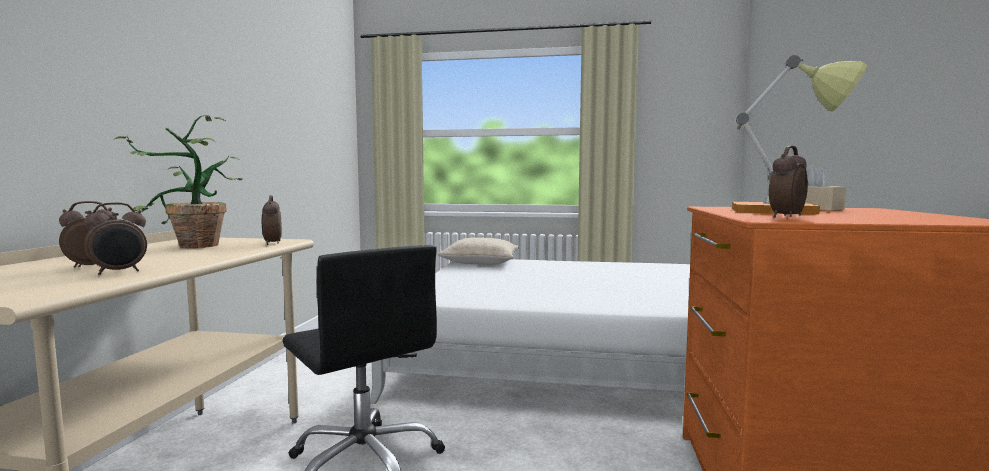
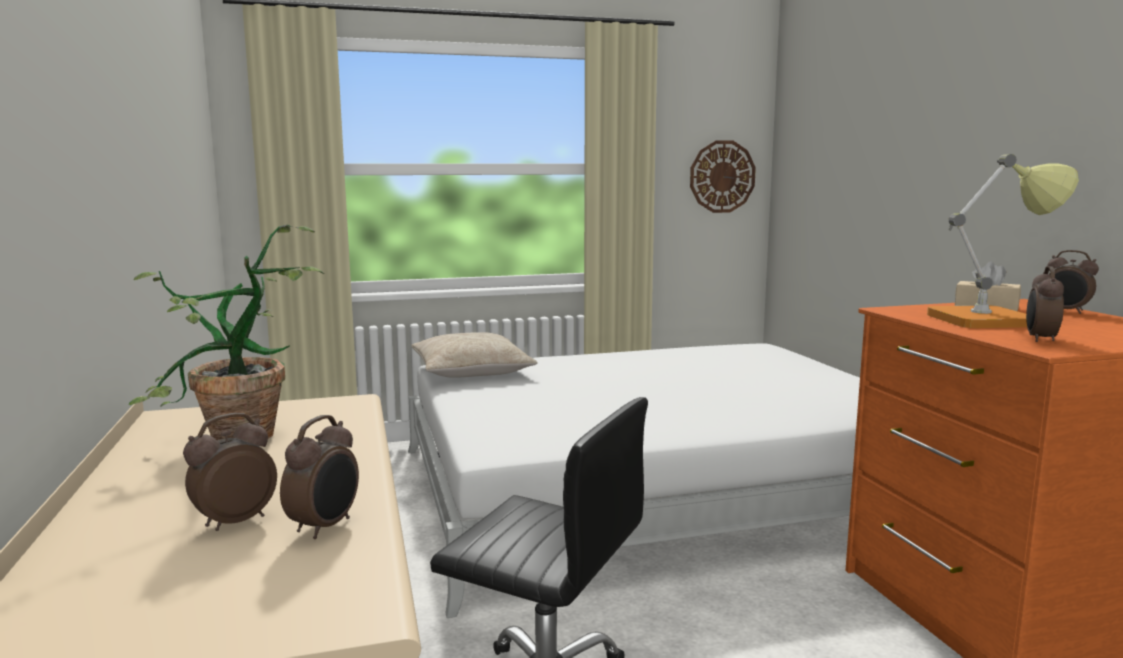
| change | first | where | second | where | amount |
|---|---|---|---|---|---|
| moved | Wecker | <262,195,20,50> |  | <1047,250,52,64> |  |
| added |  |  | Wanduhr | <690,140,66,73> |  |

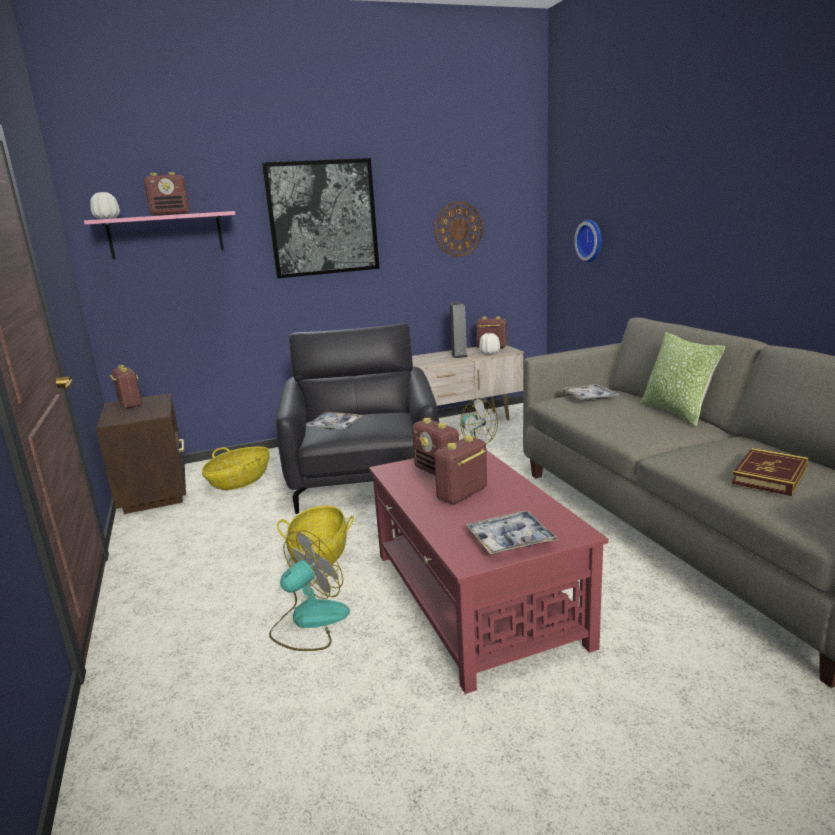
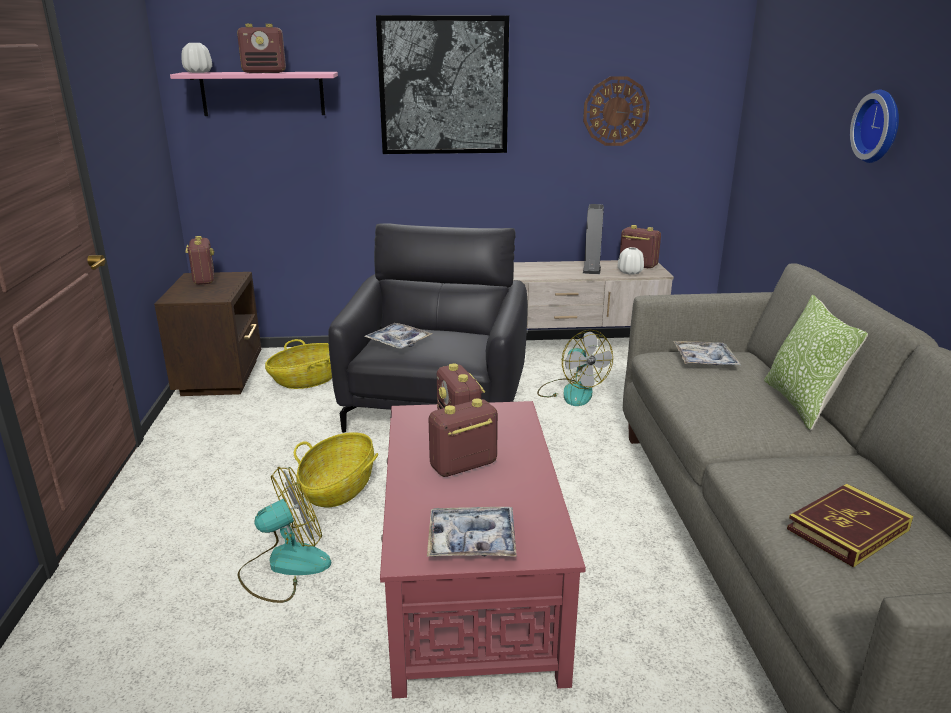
| change | first | where | second | where | amount |
|---|---|---|---|---|---|
| moved | Wanduhr | <574,219,28,43> |  | <850,90,49,73> |  |

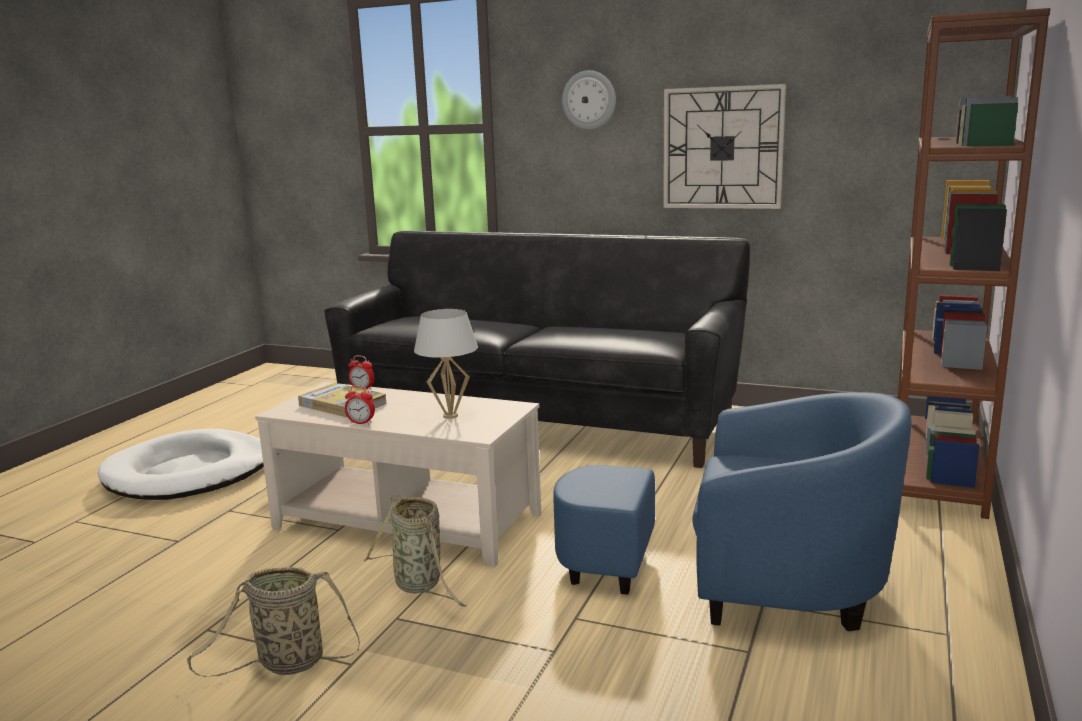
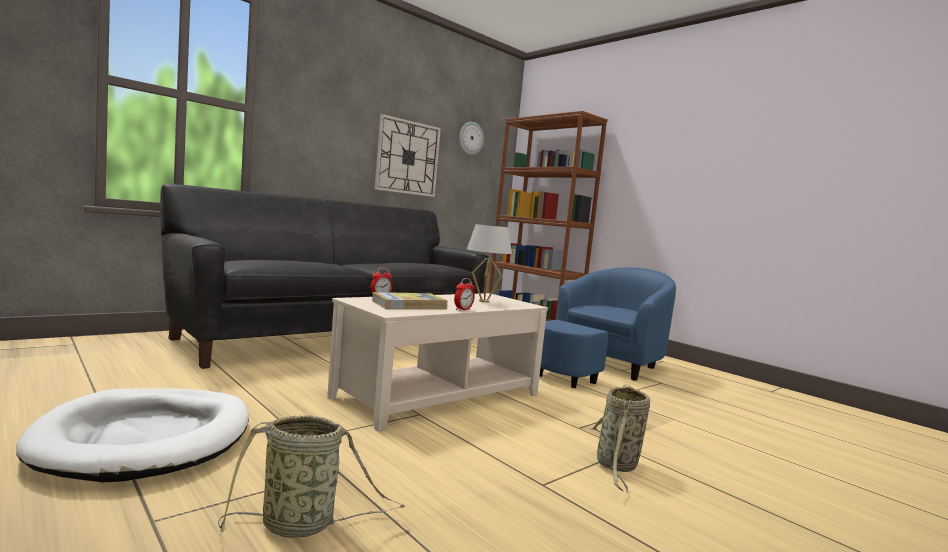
| change | first | where | second | where | amount |
|---|---|---|---|---|---|
| moved | Korb | <363,495,104,112> |  | <218,415,188,123> |  |
| moved | Wanduhr | <562,70,54,60> |  | <459,122,25,33> |  |

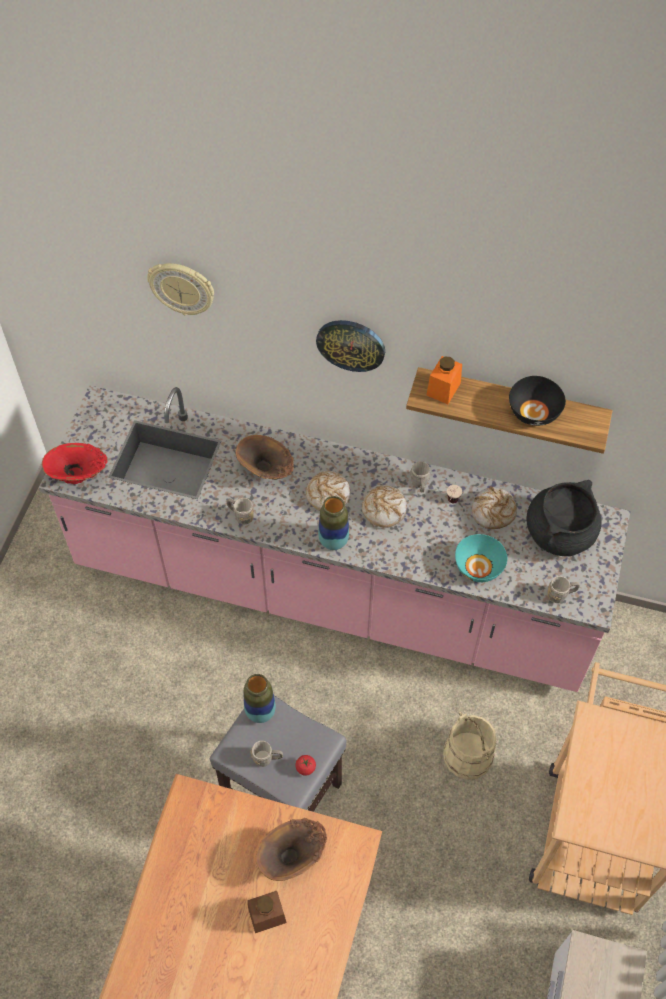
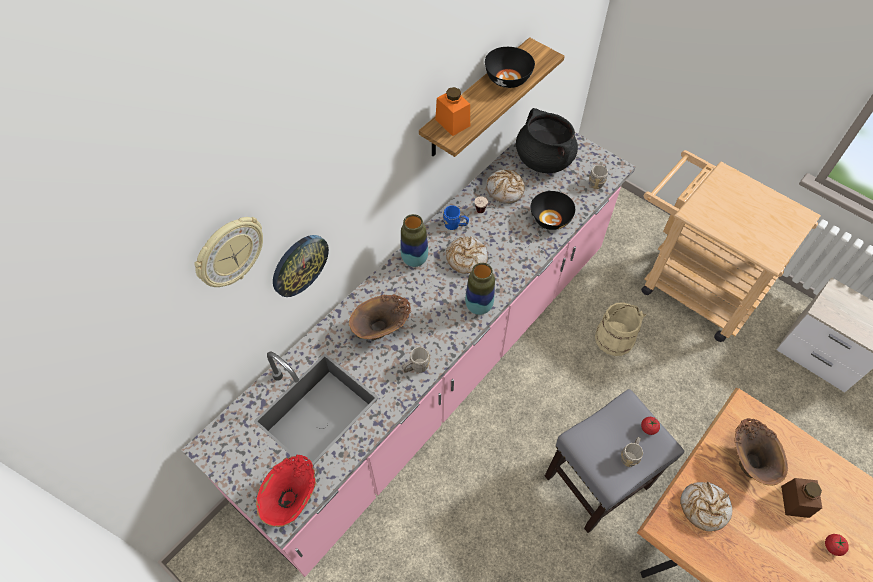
| change | first | where | second | where | amount |
|---|---|---|---|---|---|
| moved | Vase | <244,674,32,49> |  | <401,214,27,53> |  |
| moved | Brot | <306,471,44,40> |  | <680,481,52,51> |  |
| moved | Wanduhr | <316,320,69,52> |  | <273,235,56,62> |  |
| recoloured | Henkelbecher/grau | <410,461,20,31> | Henkelbecher/blau | <443,205,26,25> |  |
| recoloured | Schüssel/türkis | <455,534,52,48> | Schüssel/schwarz | <531,191,44,39> |  |
| added |  |  | Tomate | <825,534,24,22> |  |

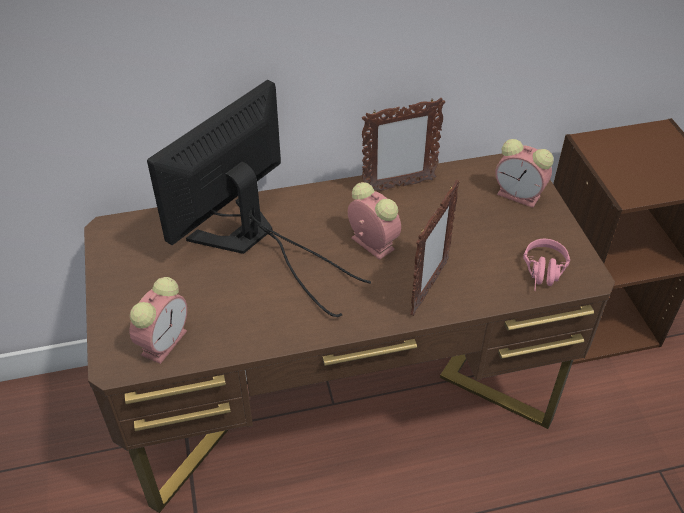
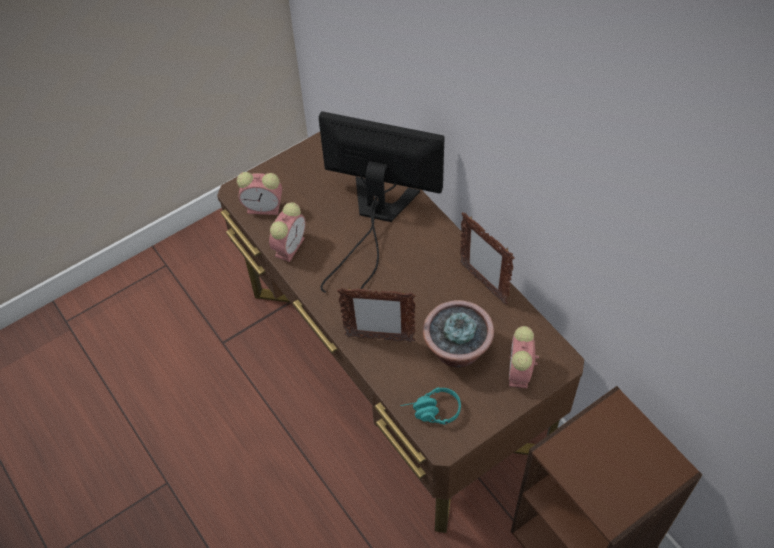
| change | first | where | second | where | amount |
|---|---|---|---|---|---|
| moved | Wecker | <348,182,53,78> |  | <269,202,36,60> |  |
| recoloured | Kopfhörer/rosa | <523,239,47,52> | Kopfhörer/türkis | <400,387,61,38> |  |
| added |  |  | Topfpflanze | <423,300,71,68> |  |

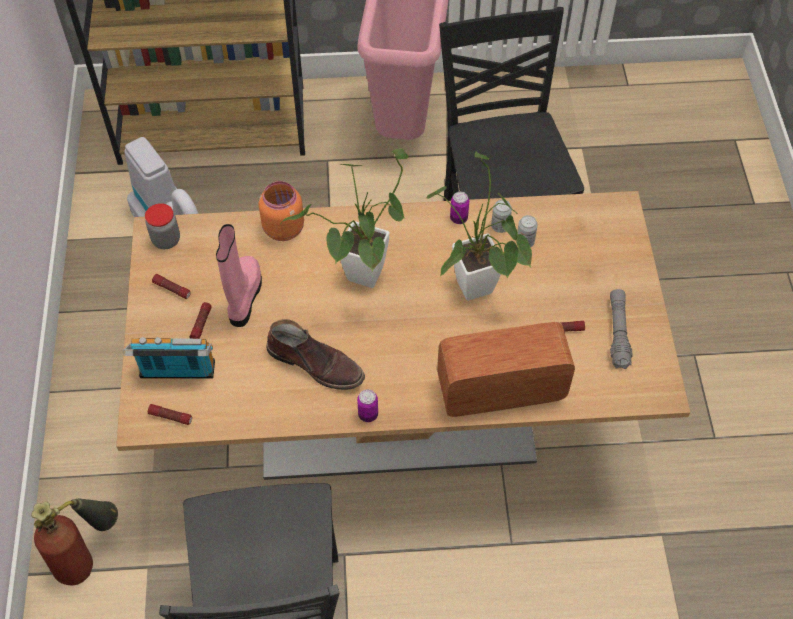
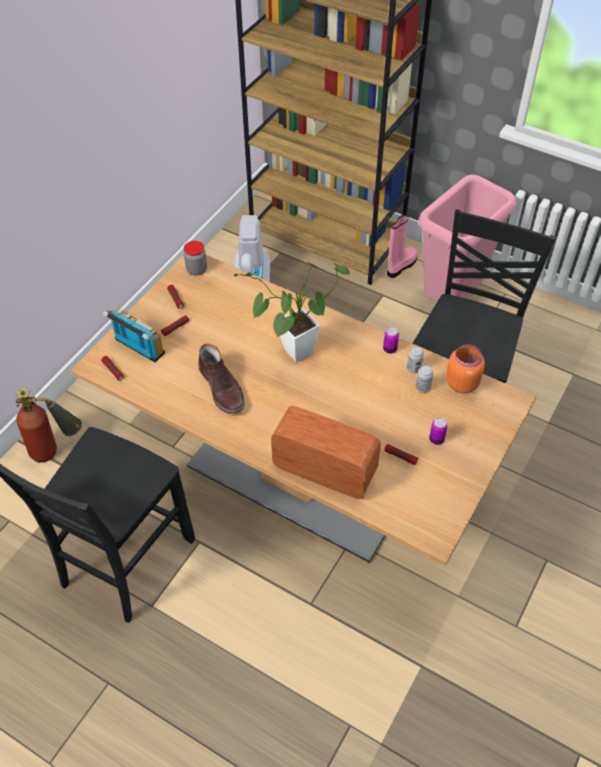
| change | first | where | second | where | amount |
|---|---|---|---|---|---|
| moved | Stiefel/rosa | <216,224,46,103> |  | <387,214,31,64> |  |
| moved | Vorratsglas/orange | <258,181,46,60> |  | <446,345,39,49> |  |
| moved | Dose | <357,389,21,33> |  | <429,417,19,28> |  |
| removed | Topfpflanze | <427,152,105,149> |  |  |  |
| removed | Taschenlampe/grau | <610,289,23,80> |  |  |  |

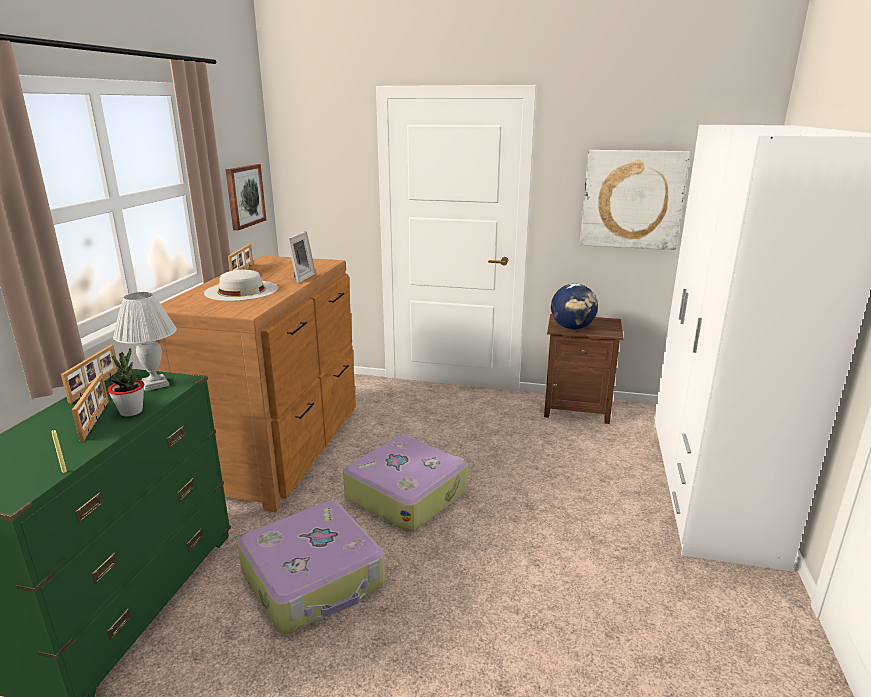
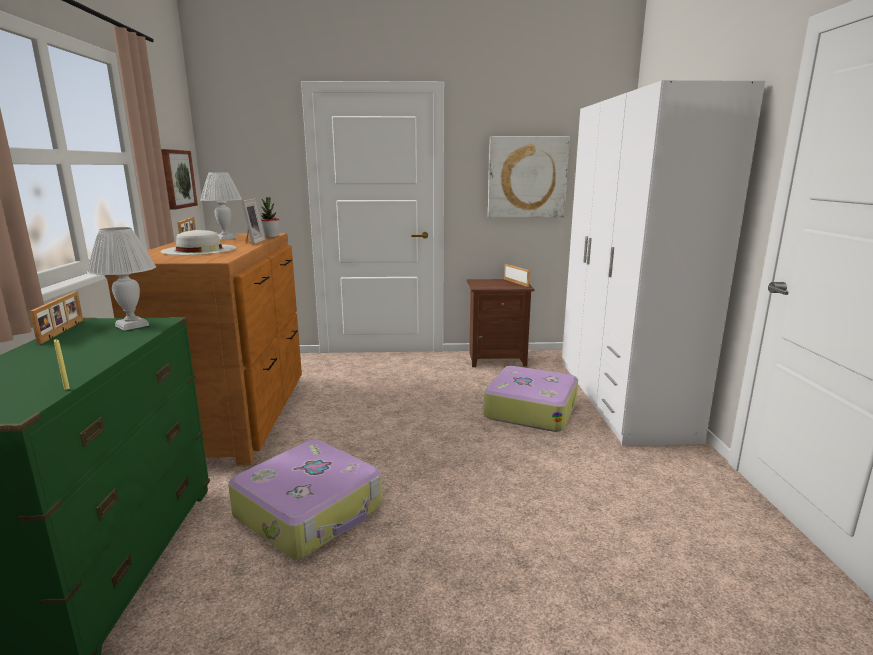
| change | first | where | second | where | amount |
|---|---|---|---|---|---|
| moved | Bilderrahmen | <72,373,37,68> |  | <504,264,26,23> |  |
| moved | Topfpflanze | <108,348,36,68> |  | <261,197,18,40> |  |
| moved | Koffer | <343,435,124,97> |  | <483,366,95,66> |  |
| removed | Globus | <551,284,47,46> |  |  |  |
| added |  |  | Tischlampe/weiß | <200,172,42,68> |  |

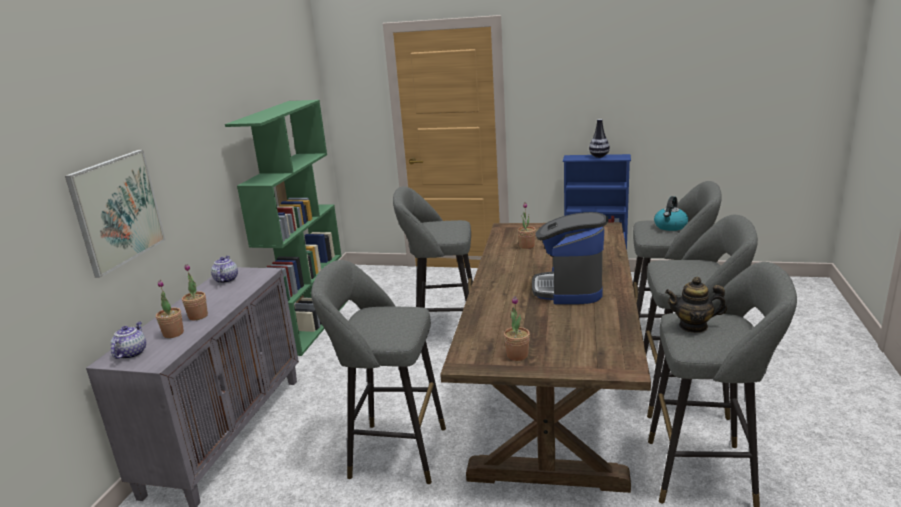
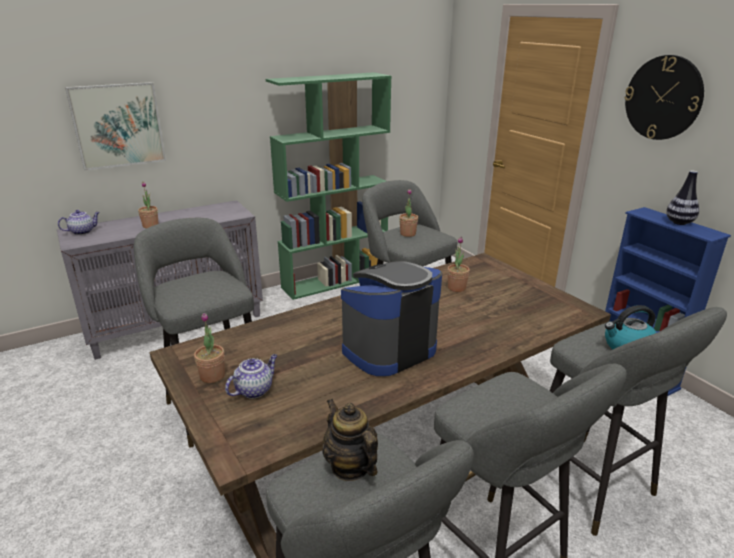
| change | first | where | second | where | amount |
|---|---|---|---|---|---|
| moved | Topfpflanze | <156,280,28,58> |  | <399,189,19,48> |  |
| moved | Teekanne | <211,256,27,27> |  | <225,354,52,45> |  |
| added |  |  | Wanduhr | <625,55,79,85> |  |

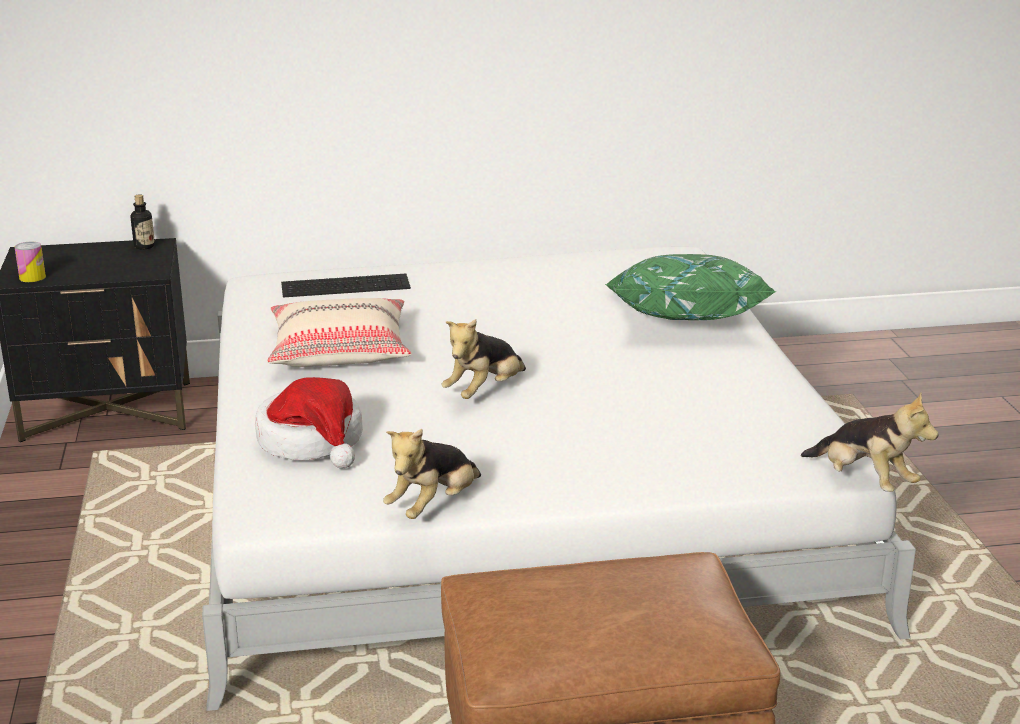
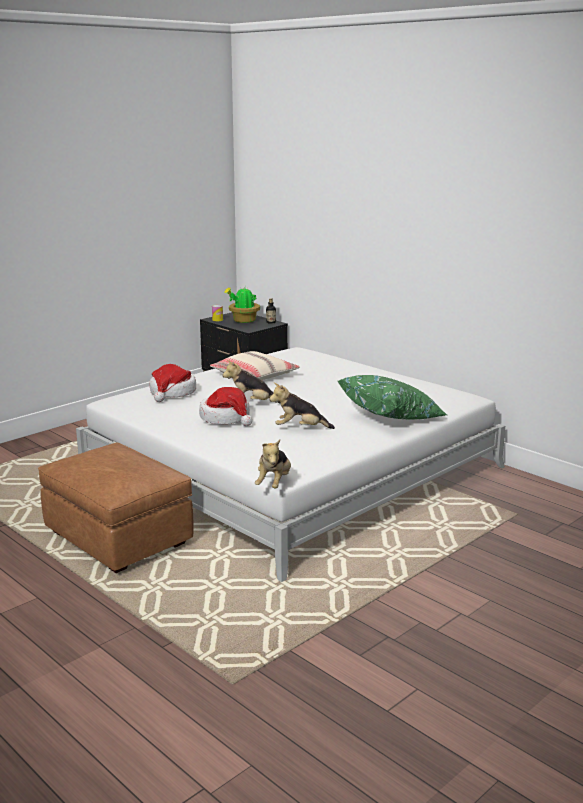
| change | first | where | second | where | amount |
|---|---|---|---|---|---|
| removed | Tastatur | <281,274,130,24> |  |  |  |
| moved | Plüschtier | <383,429,98,90> |  | <269,383,66,46> |  |
| added |  |  | Hut | <199,387,53,39> |  |
| added |  |  | Topfpflanze | <224,288,36,35> |  |

